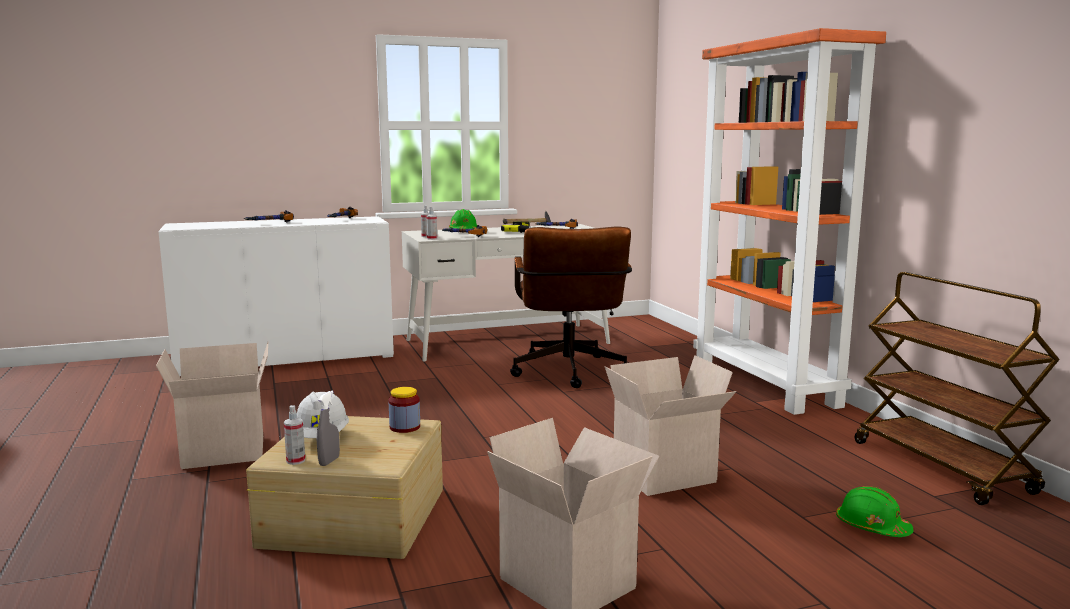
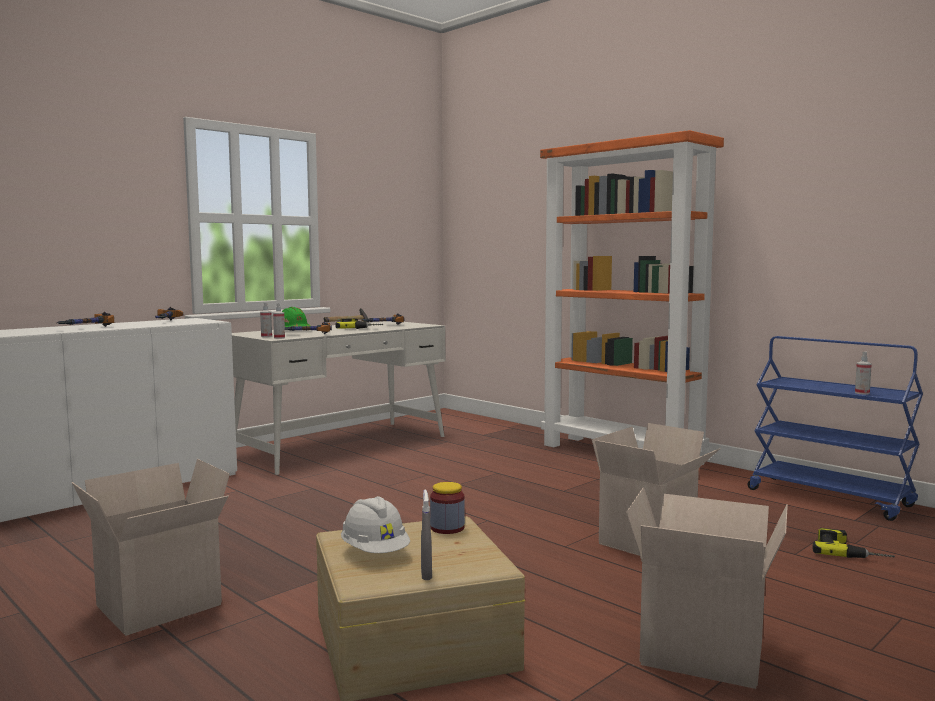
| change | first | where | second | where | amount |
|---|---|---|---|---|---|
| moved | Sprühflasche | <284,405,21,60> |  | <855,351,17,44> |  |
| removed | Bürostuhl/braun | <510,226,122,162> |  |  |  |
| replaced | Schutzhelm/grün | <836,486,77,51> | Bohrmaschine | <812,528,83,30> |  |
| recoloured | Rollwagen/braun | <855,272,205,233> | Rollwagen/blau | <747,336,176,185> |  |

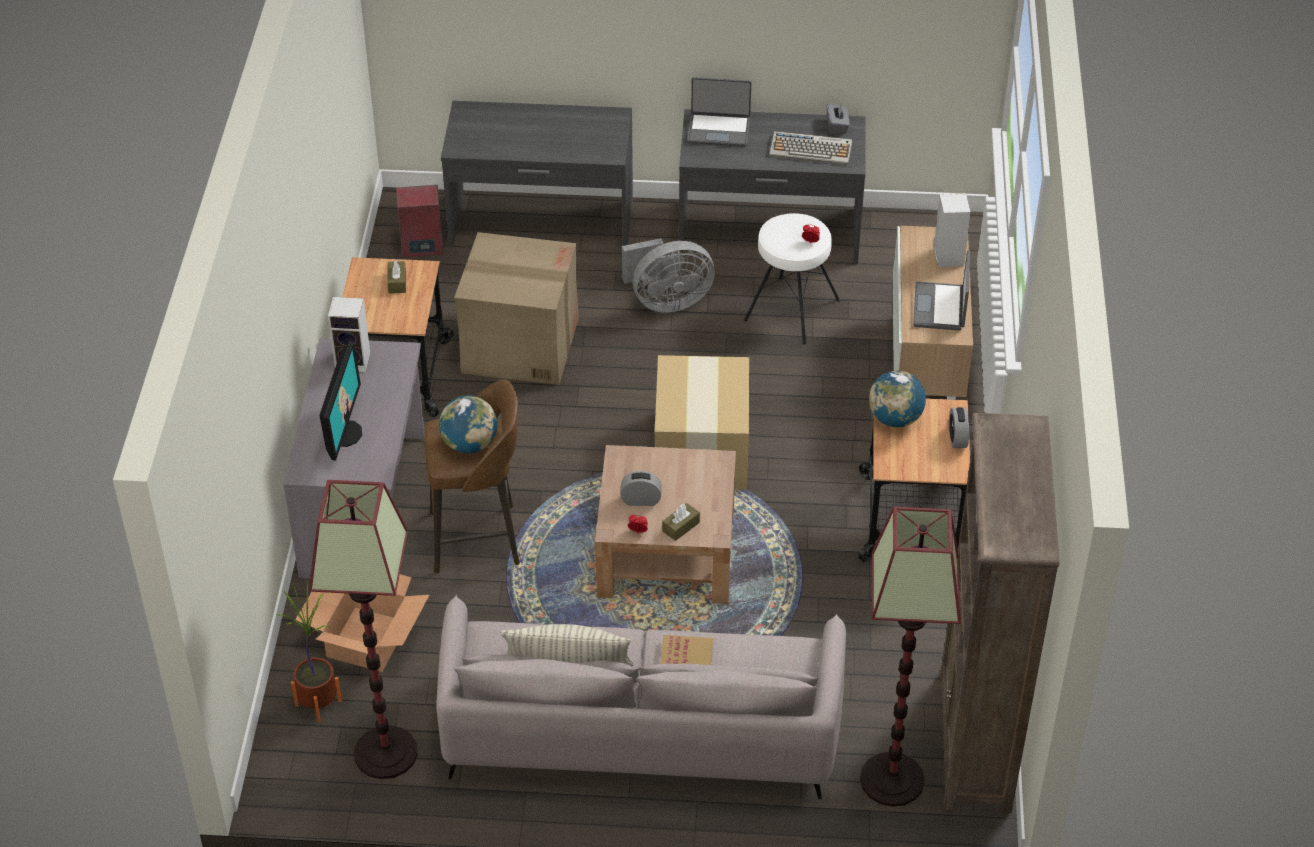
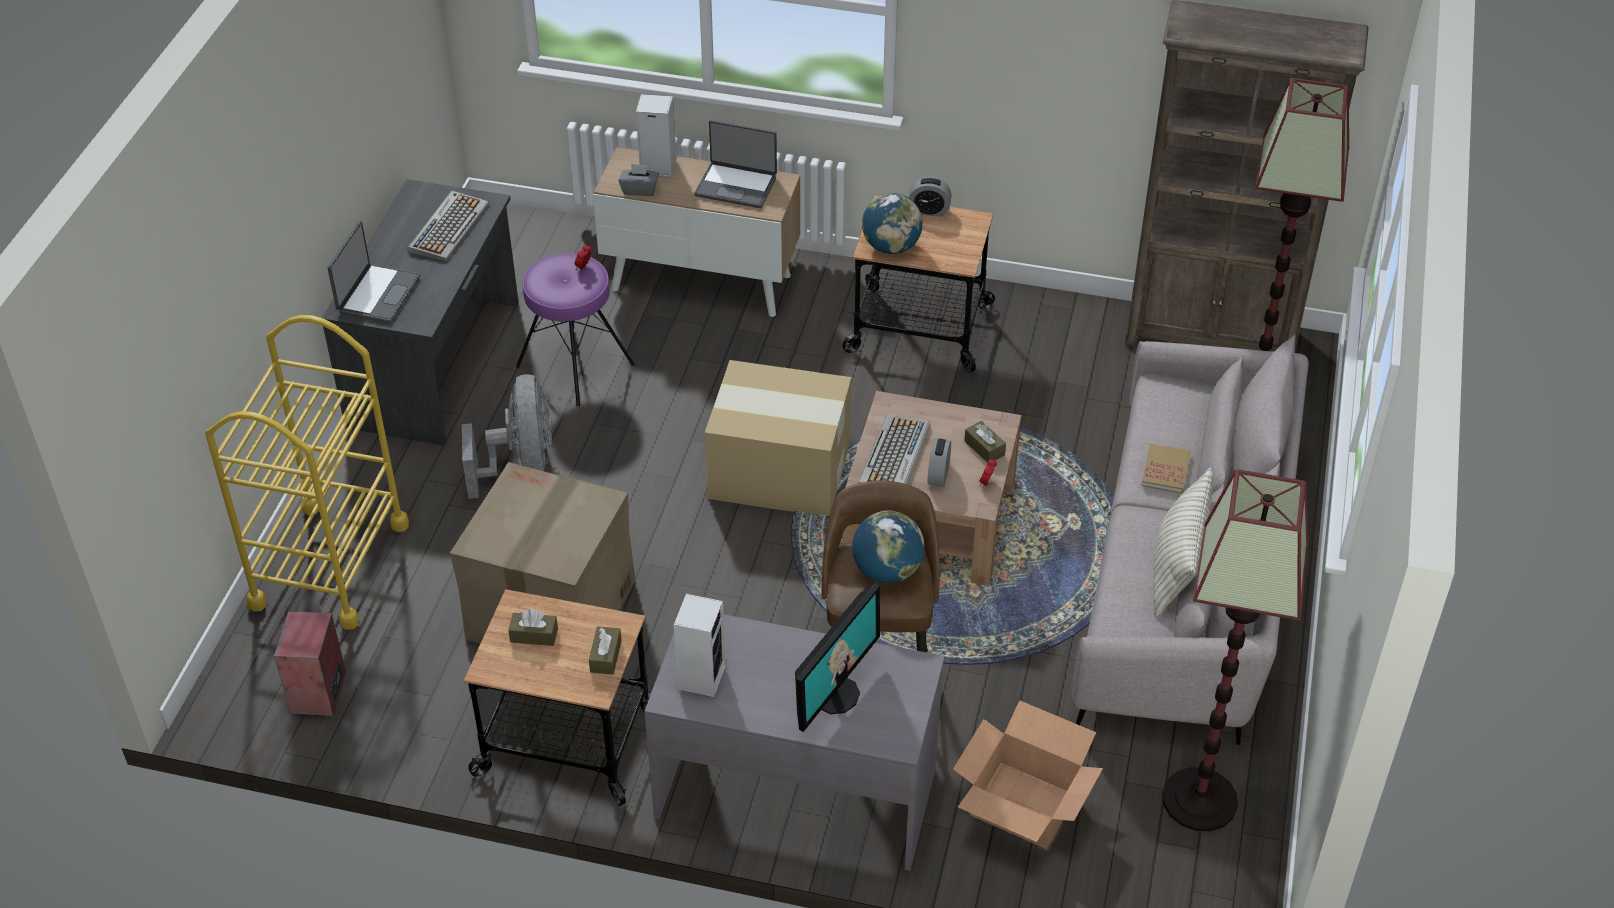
| change | first | where | second | where | amount |
|---|---|---|---|---|---|
| removed | Topfpflanze | <277,580,65,142> |  |  |  |
| turned | Monitor | <319,341,43,120> |  | <795,584,85,148> | 105 degrees clockwise |
| replaced | Schreibtisch/grau | <441,101,192,147> | Rollwagen/gelb | <205,315,204,315> |  |
| recoloured | Hocker/weiß | <744,213,96,131> | Hocker/lila | <516,253,119,153> |  |
| moved | Taschentuchbox/grau | <826,103,23,31> |  | <619,164,40,32> |  |
| added |  |  | Taschentuchbox/braun | <589,626,33,49> |  |
| added |  |  | Tastatur | <858,414,72,70> |  |

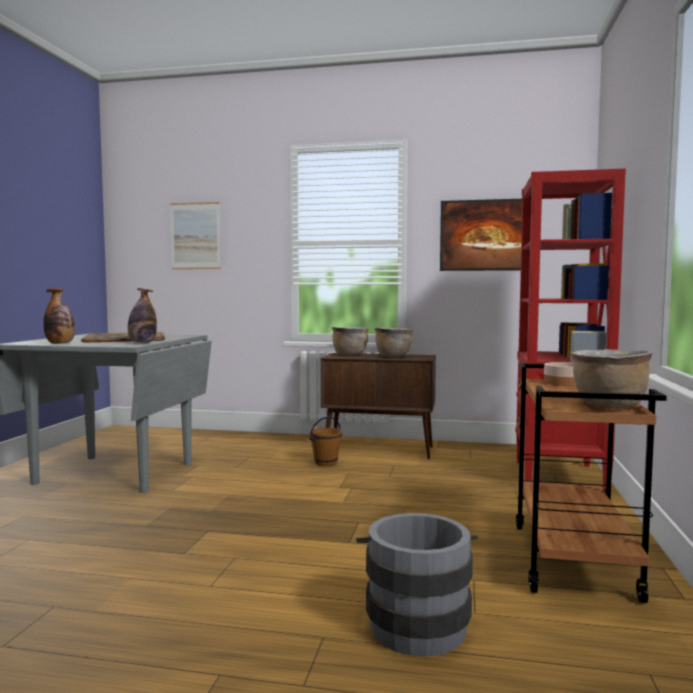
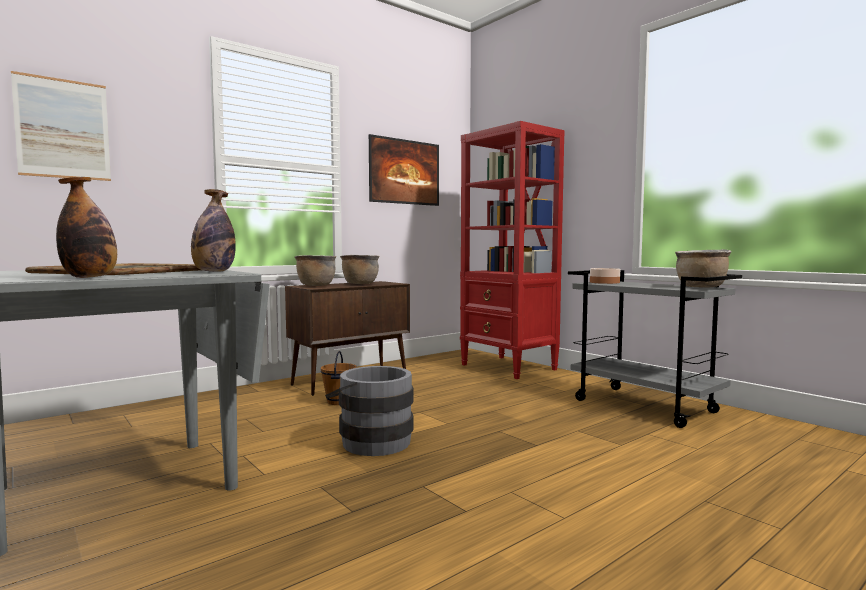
| change | first | where | second | where | amount |
|---|---|---|---|---|---|
| moved | Eimer/grau | <356,513,122,144> |  | <325,366,89,90> |  |
| recoloured | Rollwagen/braun | <516,364,151,239> | Rollwagen/grau | <568,270,174,158> |  |

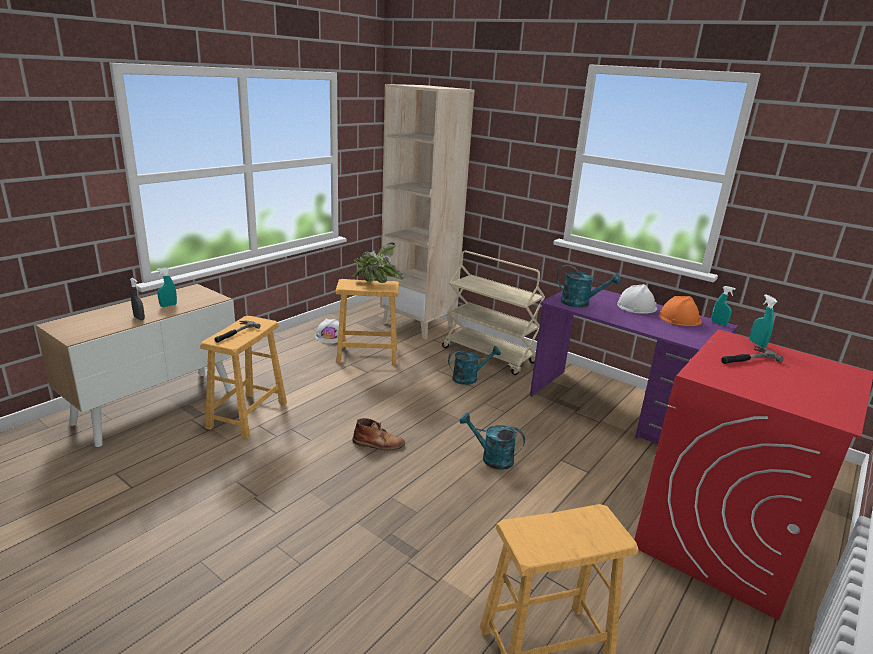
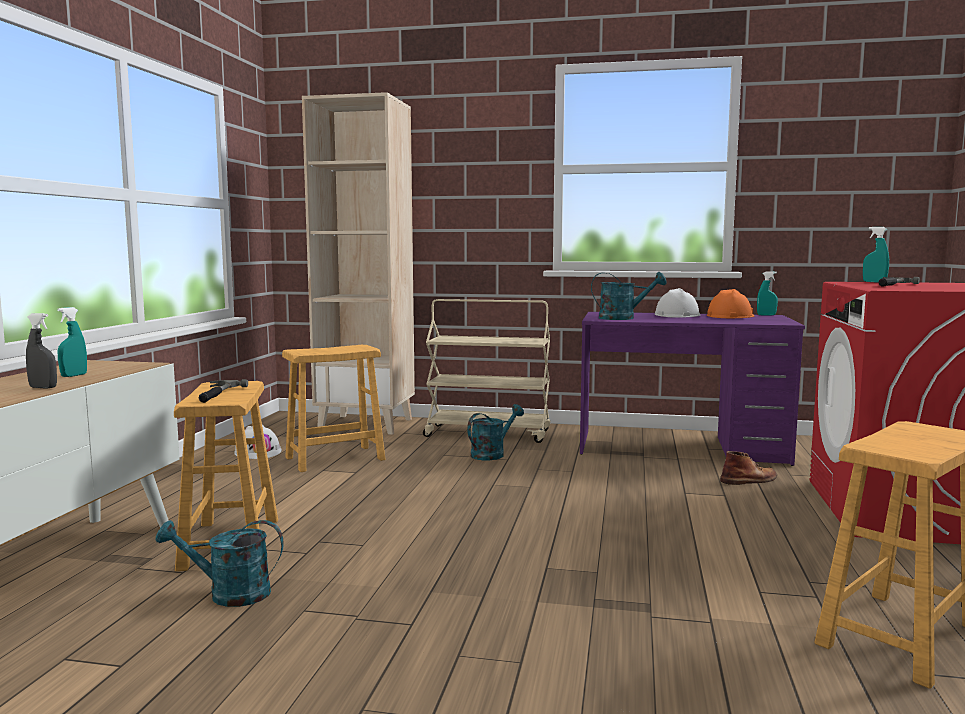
| change | first | where | second | where | amount |
|---|---|---|---|---|---|
| removed | Topfpflanze | <352,242,52,41> |  |  |  |
| moved | Stiefel/braun | <352,418,53,32> |  | <720,451,57,34> |  |
| moved | Gießkanne/türkis | <459,413,66,57> |  | <156,520,128,87> |  |

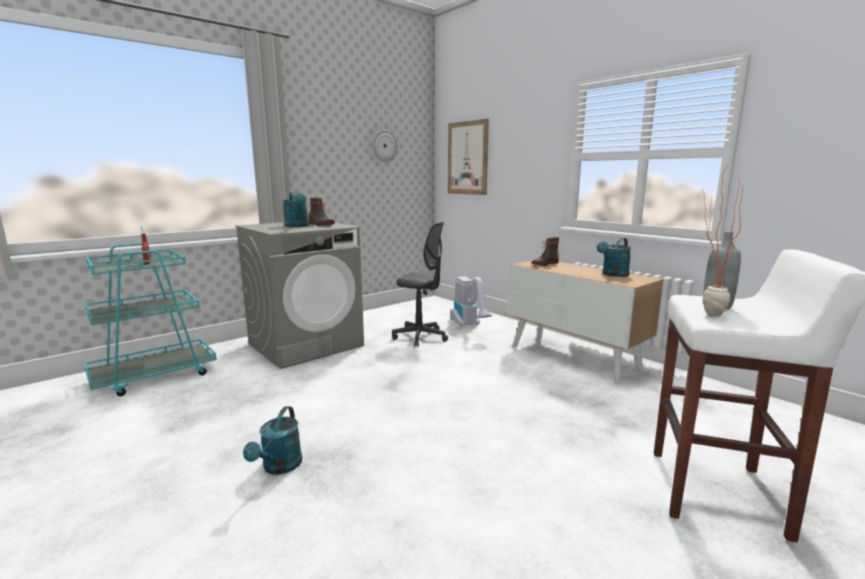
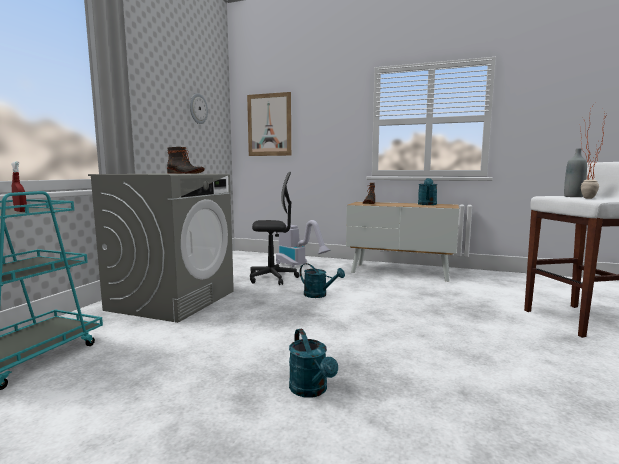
| change | first | where | second | where | amount |
|---|---|---|---|---|---|
| moved | Gießkanne/türkis | <283,193,26,34> |  | <300,263,45,35> |  |

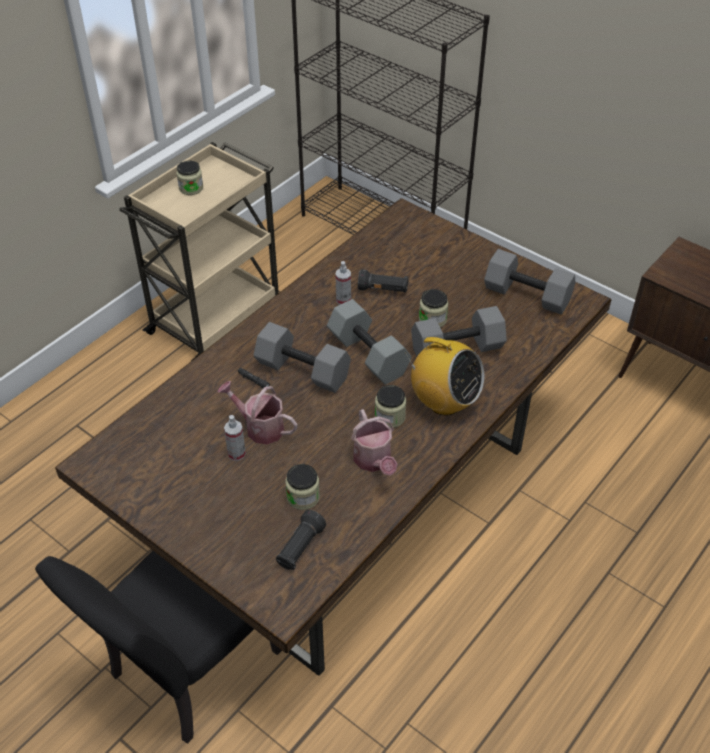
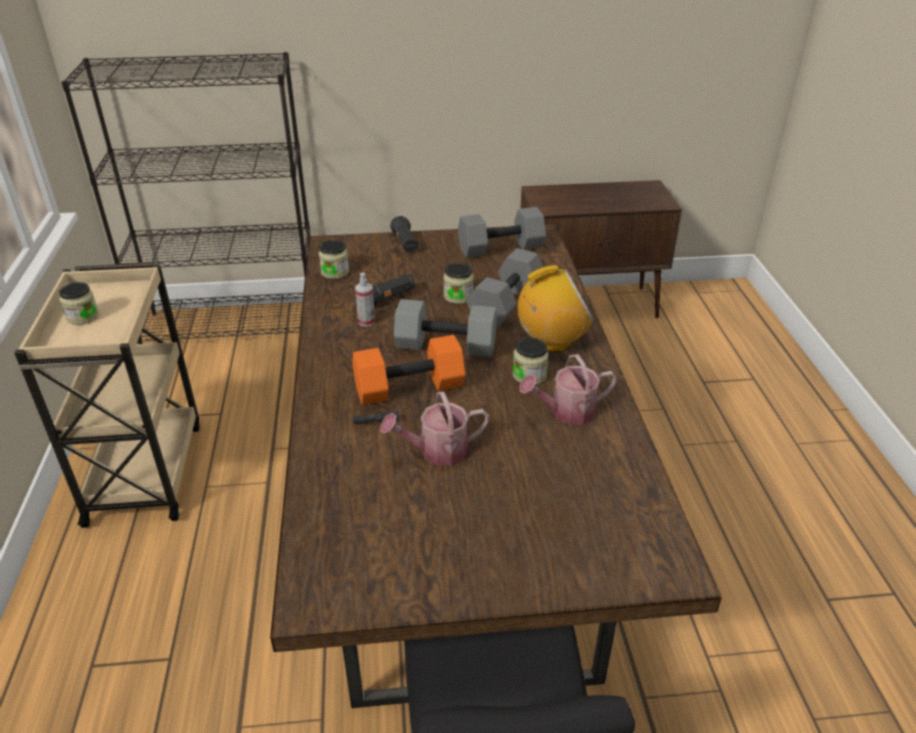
| change | first | where | second | where | amount |
|---|---|---|---|---|---|
| removed | Sprühflasche | <224,415,22,46> |  |  |  |
| recoloured | Hantel/grau | <254,322,97,71> | Hantel/orange | <352,335,114,70> |  |
| moved | Taschenlampe/schwarz | <276,510,50,60> |  | <390,216,28,36> |  |
| moved | Vorratsglas | <286,464,34,46> |  | <319,240,30,39> |  |
| turned | Gießkanne | <351,409,47,67> |  | <519,354,98,70> | 135 degrees clockwise |

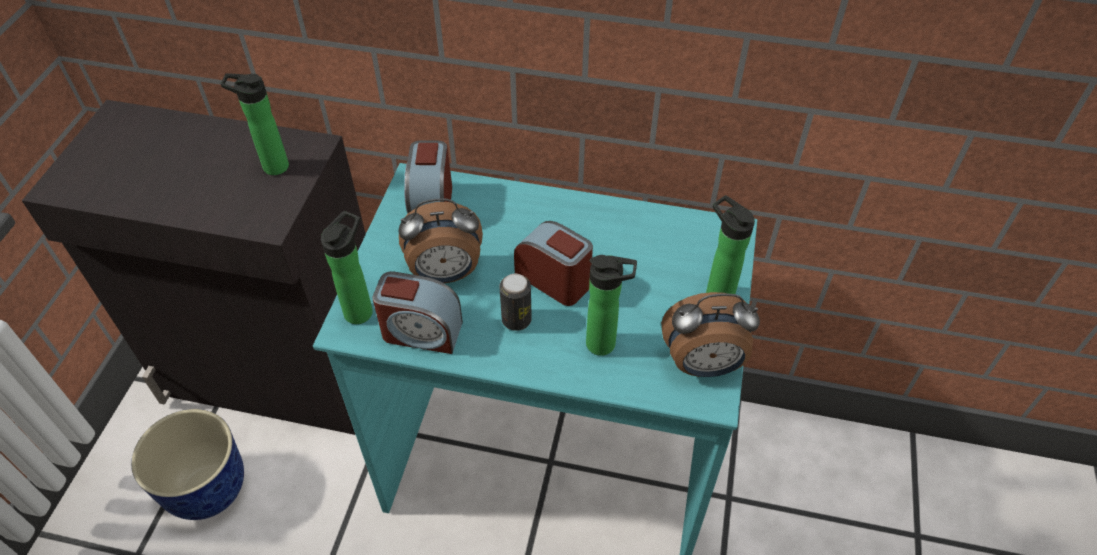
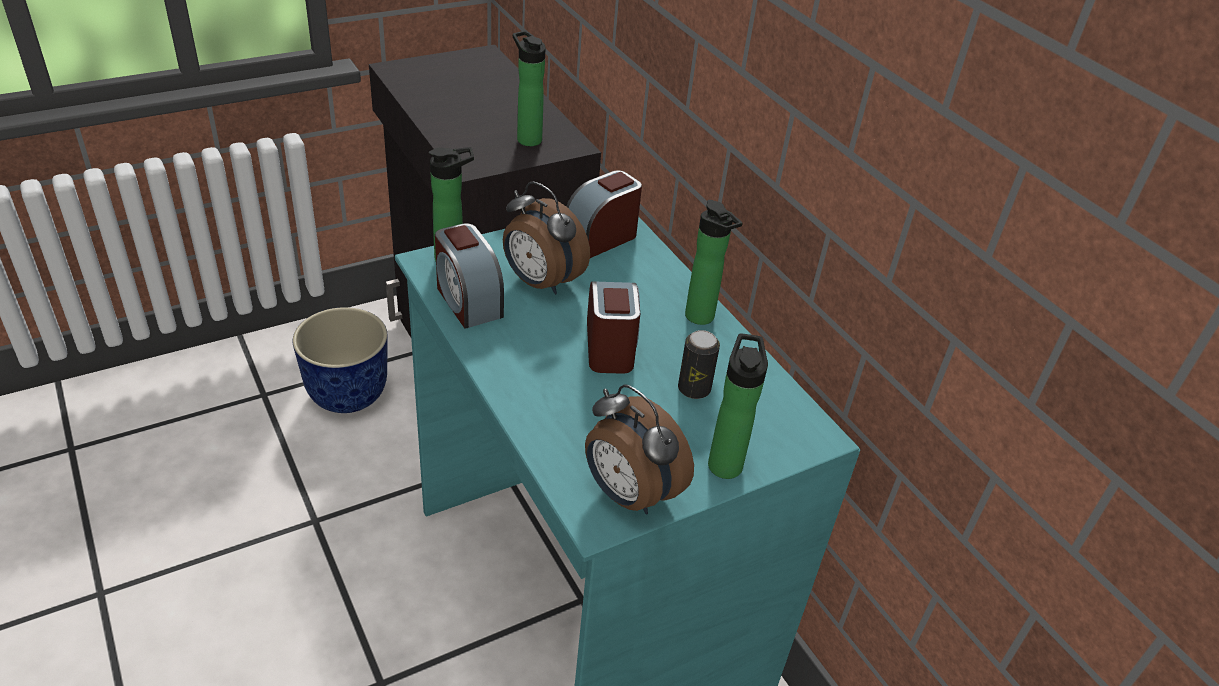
| change | first | where | second | where | amount |
|---|---|---|---|---|---|
| moved | Dose | <499,274,33,57> |  | <678,330,42,69> |  |
| moved | Flasche | <586,255,51,101> |  | <685,200,58,125> |  |

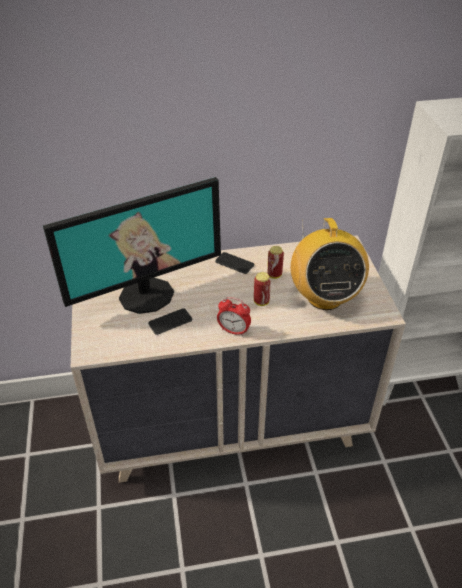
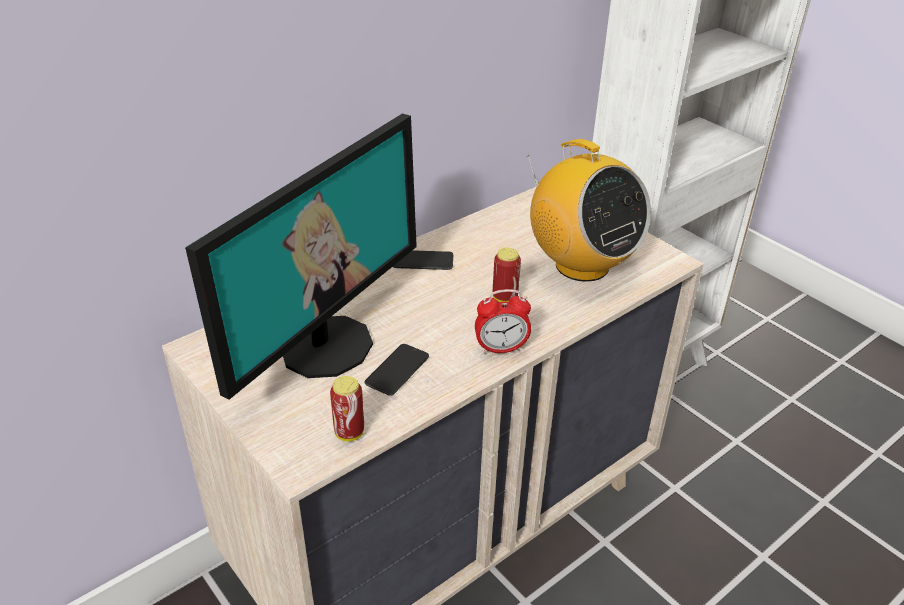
| change | first | where | second | where | amount |
|---|---|---|---|---|---|
| moved | Dose | <267,246,17,33> |  | <330,376,34,65> |  |

